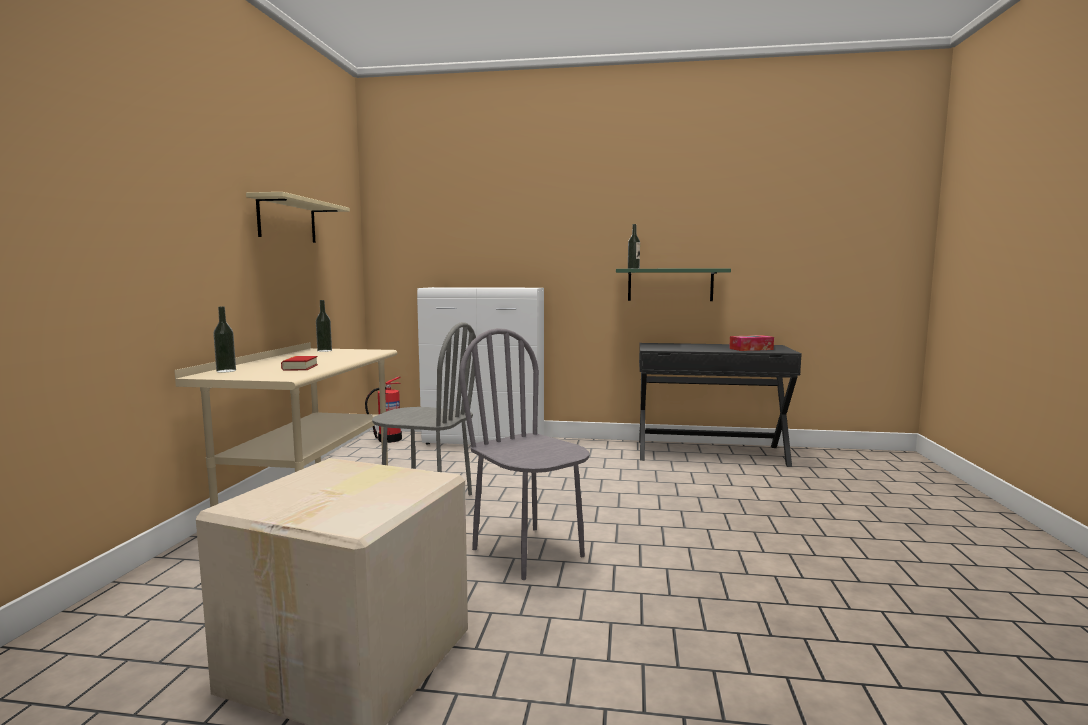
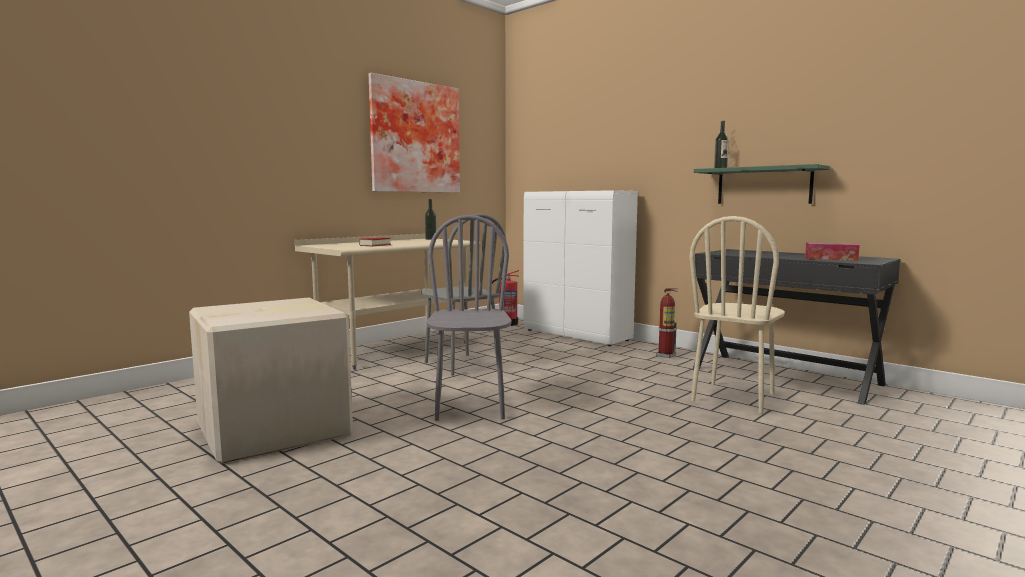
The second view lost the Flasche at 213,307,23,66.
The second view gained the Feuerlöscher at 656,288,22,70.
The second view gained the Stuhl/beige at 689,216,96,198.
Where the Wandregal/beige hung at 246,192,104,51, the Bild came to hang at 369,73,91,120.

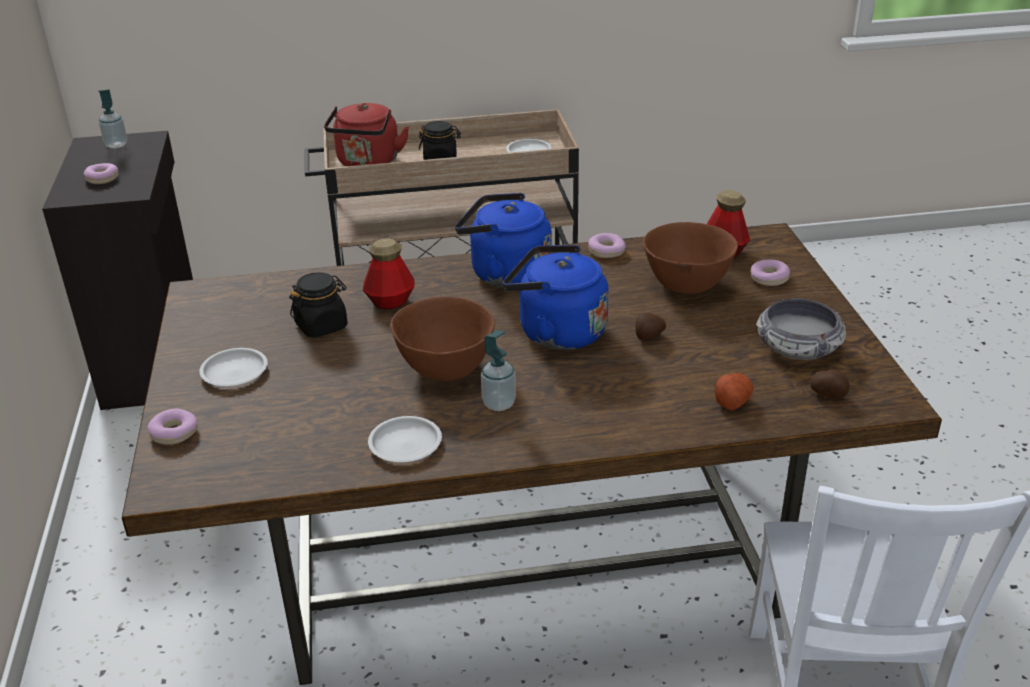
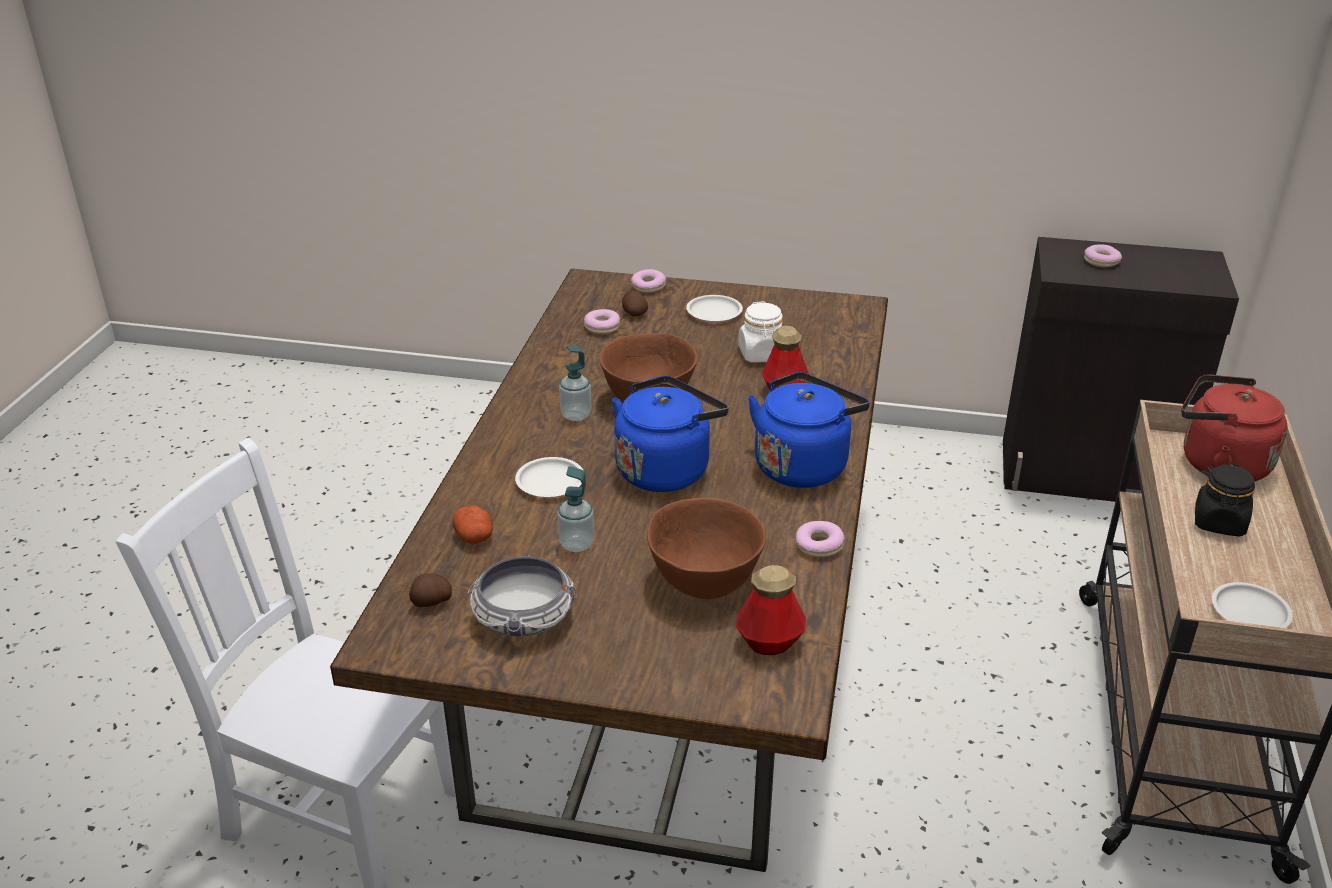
The Seifenspender ended up elsewhere, having gone from 98,89,29,59 to 557,466,37,86.
The Teller/weiß ended up elsewhere, having gone from 368,416,74,46 to 515,457,69,40.
The Kartoffel ended up elsewhere, having gone from 635,313,31,28 to 622,290,26,26.
The Donut ended up elsewhere, having gone from 751,259,39,27 to 584,309,36,25.
What was the Vorratsglas/schwarz at 289,272,59,66 turned into the Vorratsglas/weiß at 738,301,45,61.

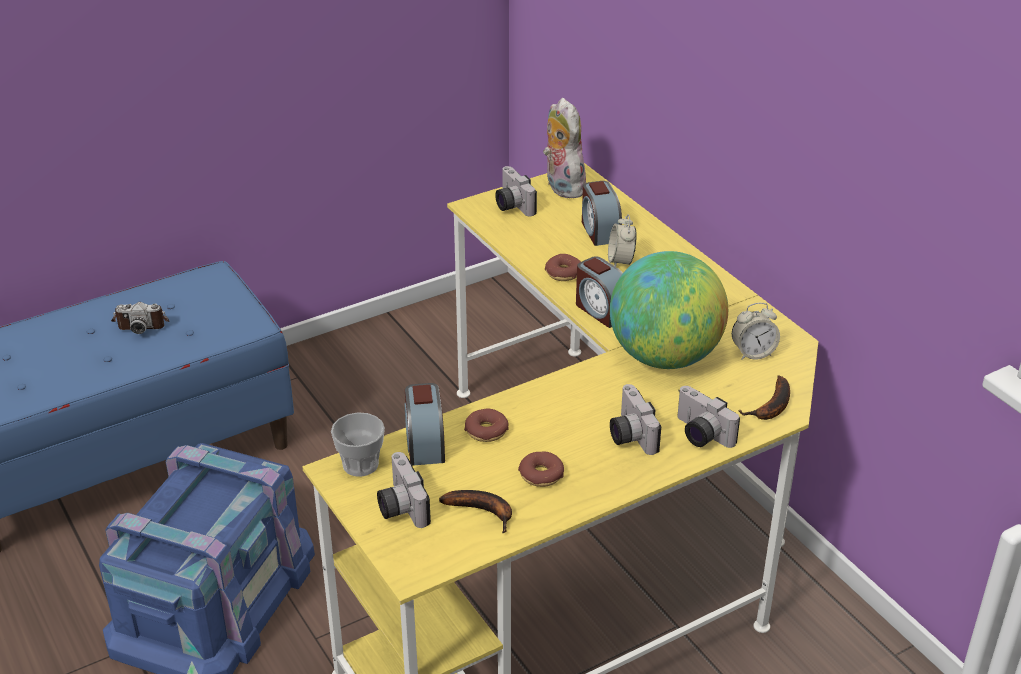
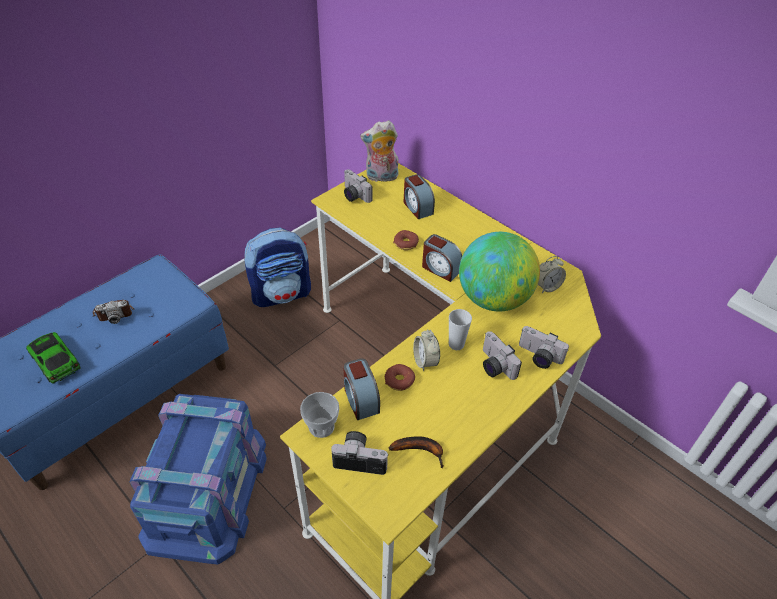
The second view lost the Donut at 518,452,46,35.
The second view lost the Banane at 738,375,52,45.
The second view gained the Spielzeugauto at 26,332,54,52.
The second view gained the Rucksack at 244,228,67,79.
The second view gained the Tasse at 449,309,23,41.
The Wecker ended up elsewhere, having gone from 608,214,29,53 to 413,329,27,42.
The Kamera at 377,452,54,76 ended up facing another way, 135 degrees clockwise from before.
The Plüschtier at 543,98,43,100 ended up facing another way, 60 degrees counterclockwise from before.

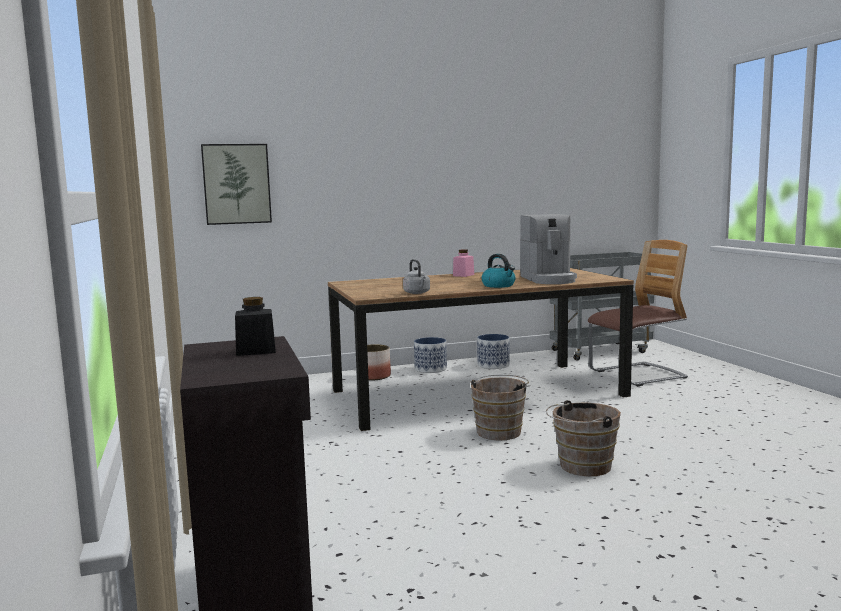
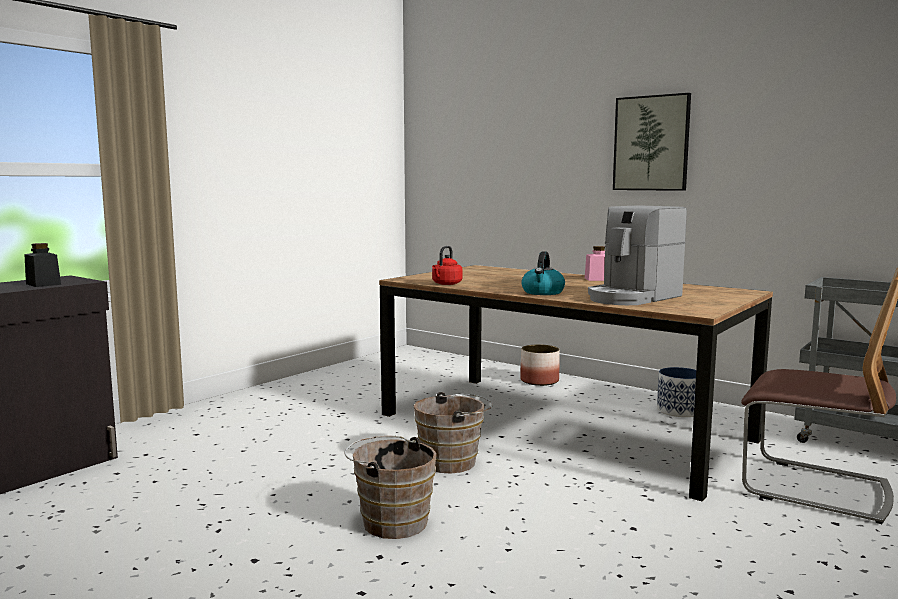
The second view lost the Pflanzkübel at 414,337,33,36.
The Bild ended up elsewhere, having gone from 201,144,71,81 to 613,93,78,98.
What was the Wasserkessel/grau at 403,259,27,35 turned into the Wasserkessel/rot at 432,246,31,39.

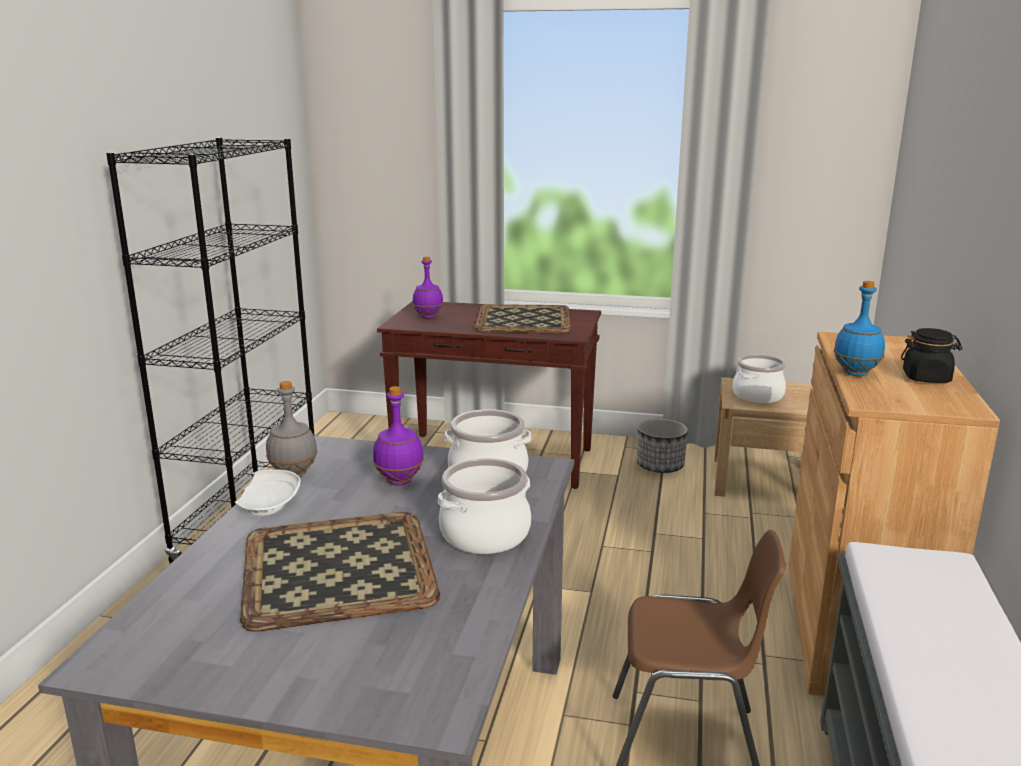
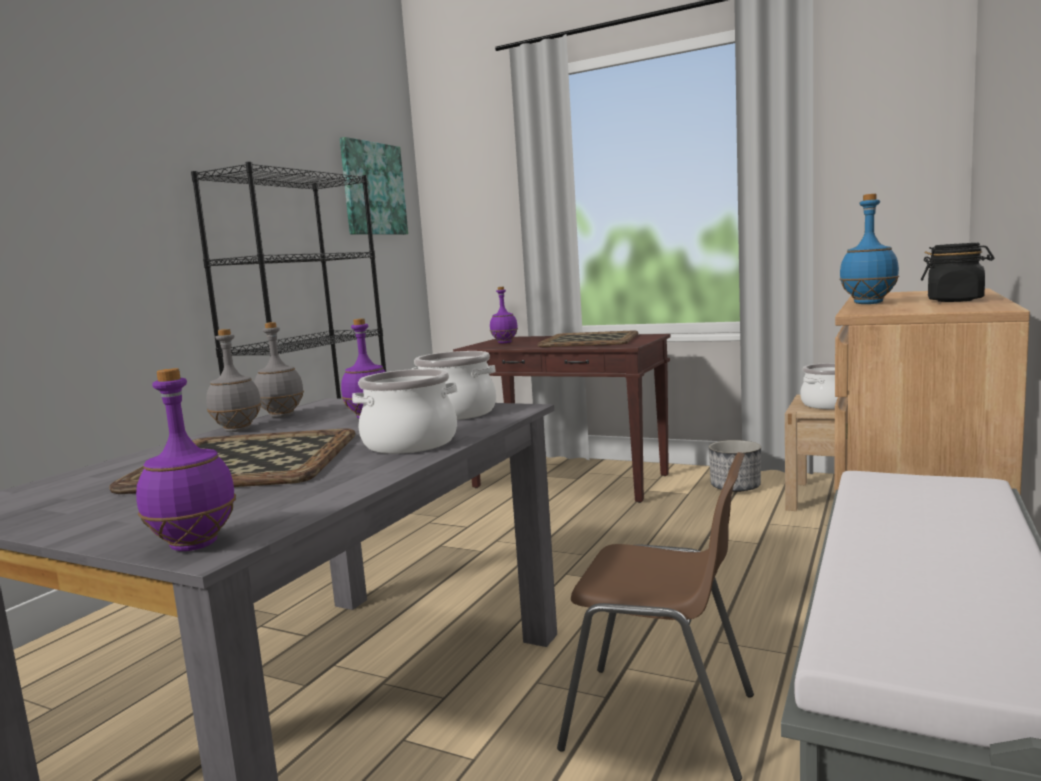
The second view gained the Flasche/lila at 136,368,100,183.
The second view gained the Bild at 340,137,68,98.
Where the Teller/weiß stood at 235,470,65,45, the Flasche/grau came to stand at 206,329,56,103.

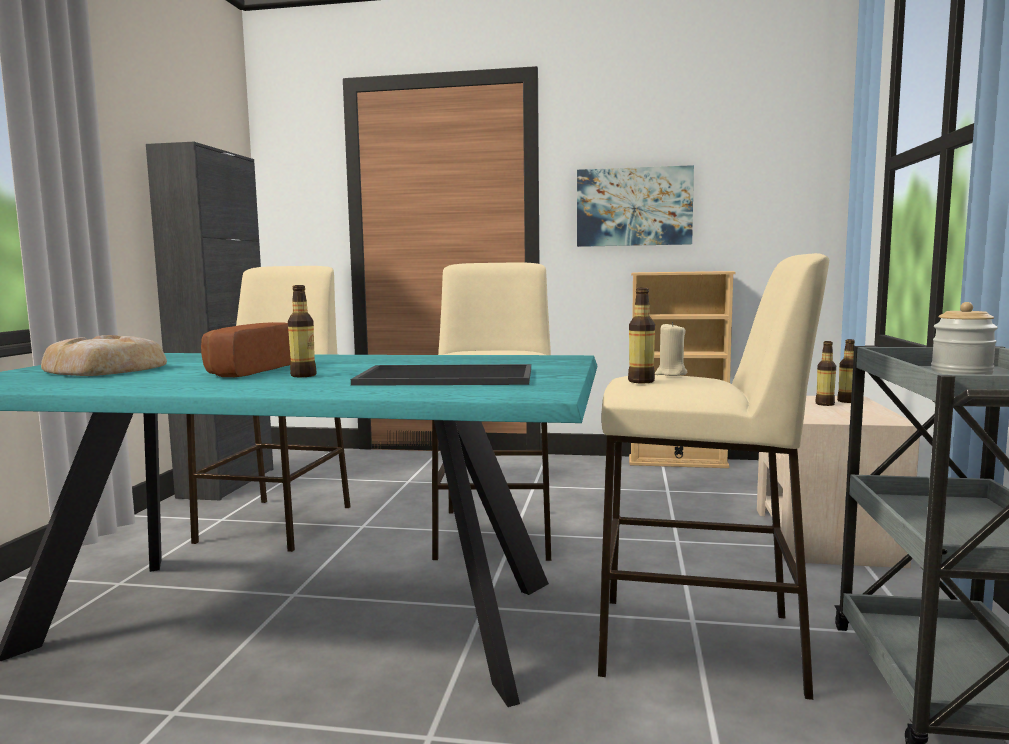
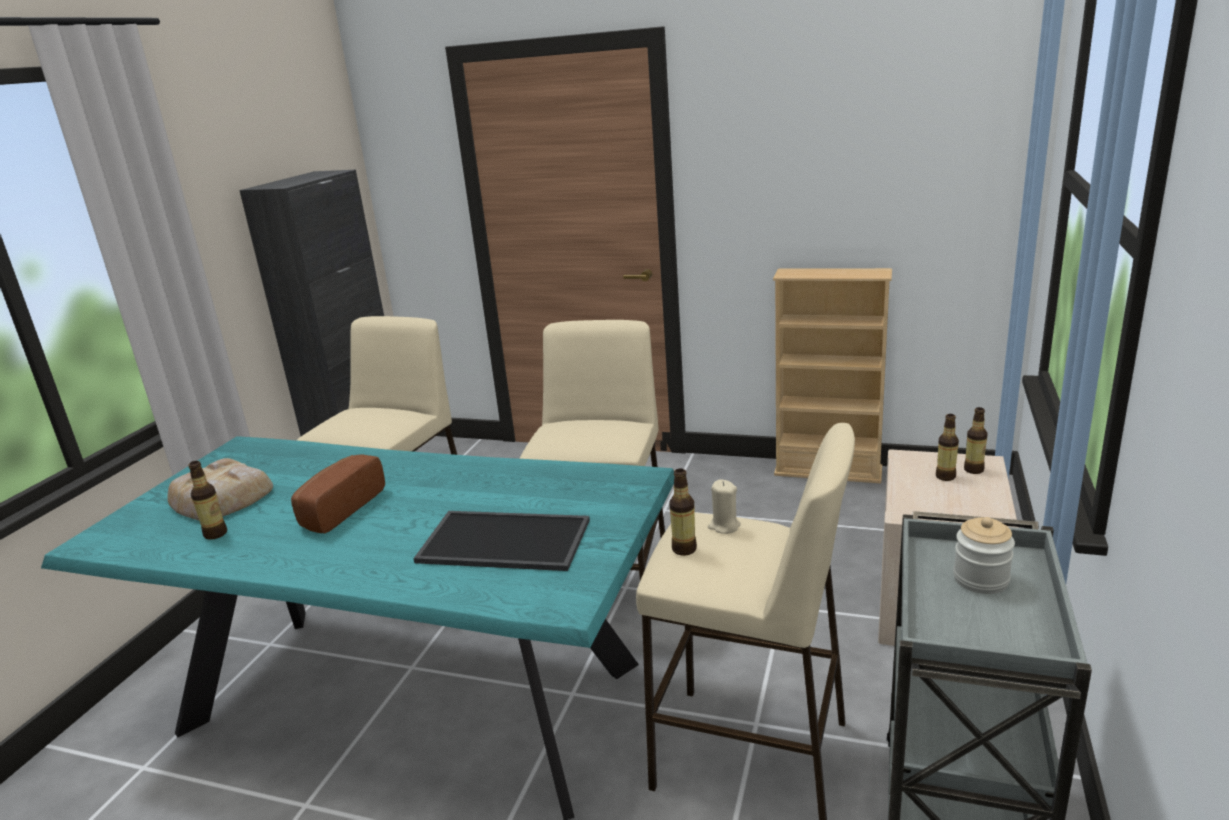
The second view lost the Bild at 577,165,117,82.
The Flasche ended up elsewhere, having gone from 288,285,28,92 to 188,461,39,79.

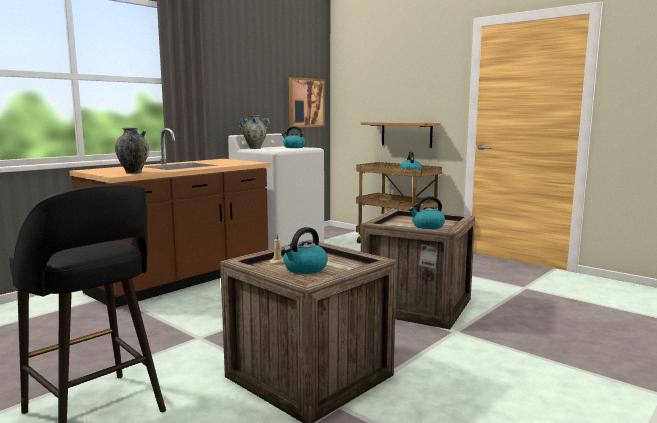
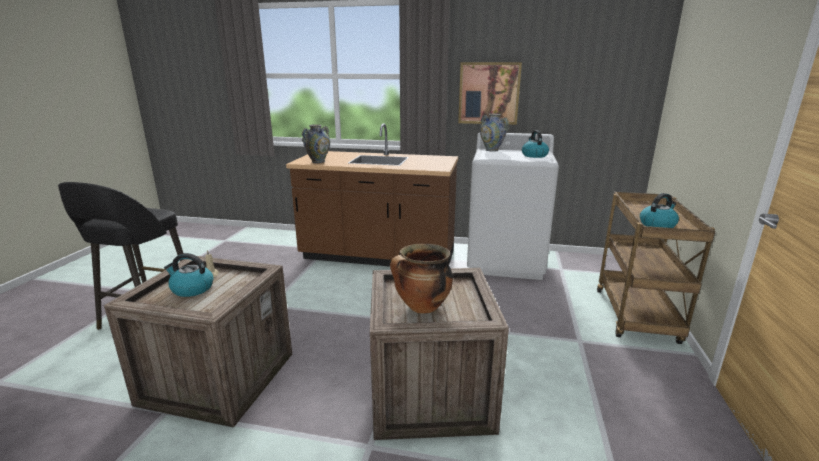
The second view lost the Wandregal at 361,122,80,26.
The Bild ended up elsewhere, having gone from 289,77,36,50 to 458,62,64,63.
Where the Wasserkessel stood at 409,196,36,33, the Kochtopf came to stand at 390,244,63,69.

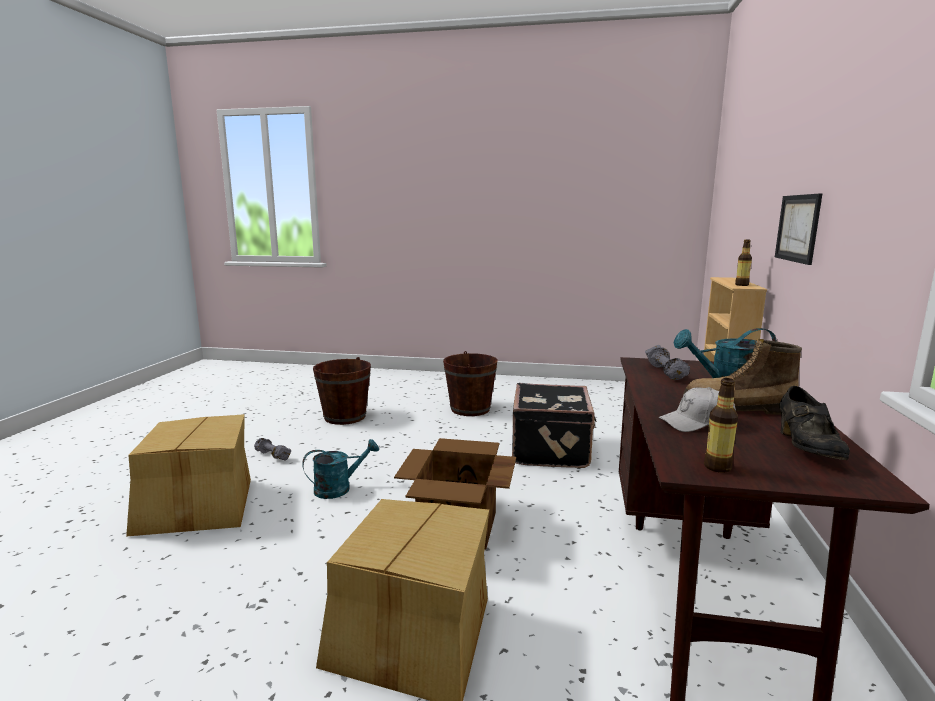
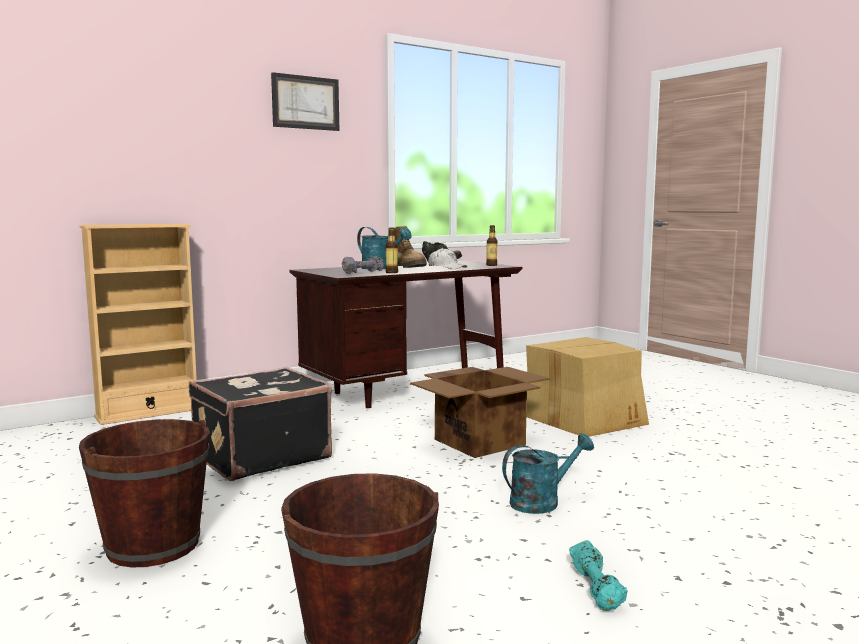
The second view lost the Karton at 126,414,125,123.
The Flasche ended up elsewhere, having gone from 735,240,17,46 to 386,228,12,45.
The Bild ended up elsewhere, having gone from 775,194,47,71 to 271,72,69,59.
What was the Hantel/grau at 254,438,37,23 turned into the Hantel/türkis at 569,540,59,71.
The Gießkanne/türkis at 302,439,77,60 ended up facing another way, 135 degrees clockwise from before.

